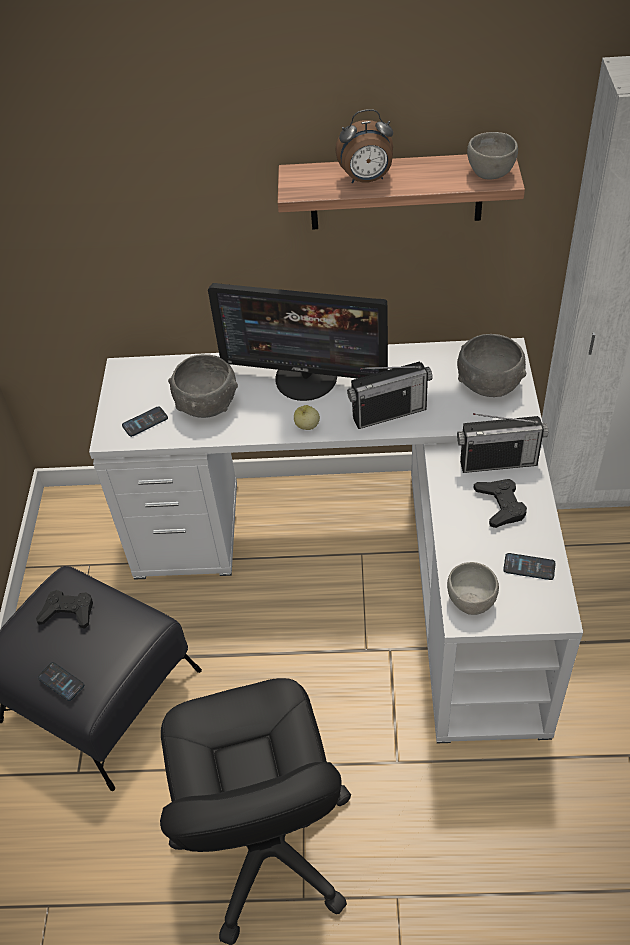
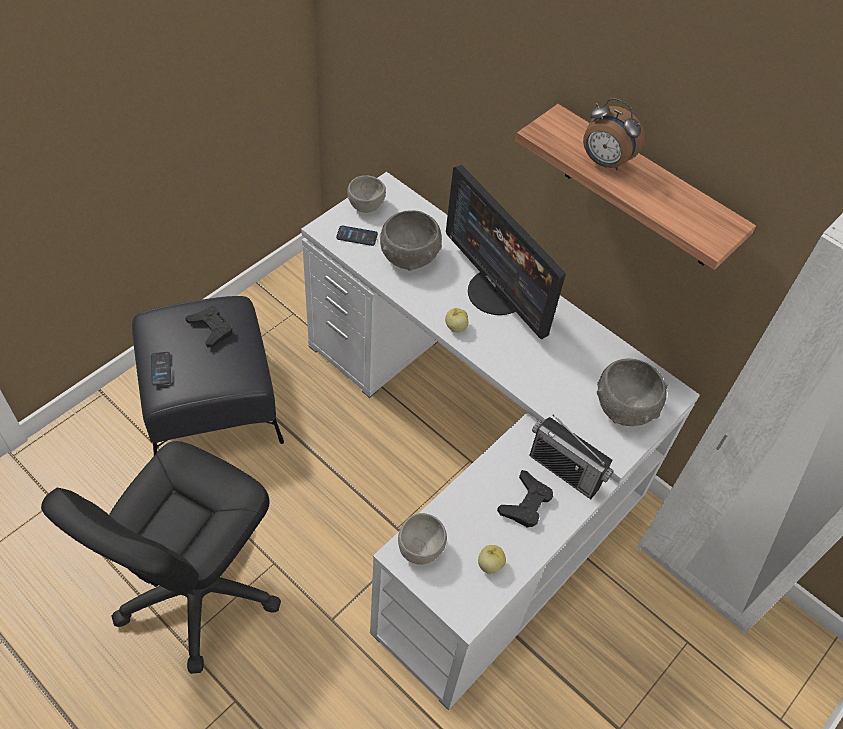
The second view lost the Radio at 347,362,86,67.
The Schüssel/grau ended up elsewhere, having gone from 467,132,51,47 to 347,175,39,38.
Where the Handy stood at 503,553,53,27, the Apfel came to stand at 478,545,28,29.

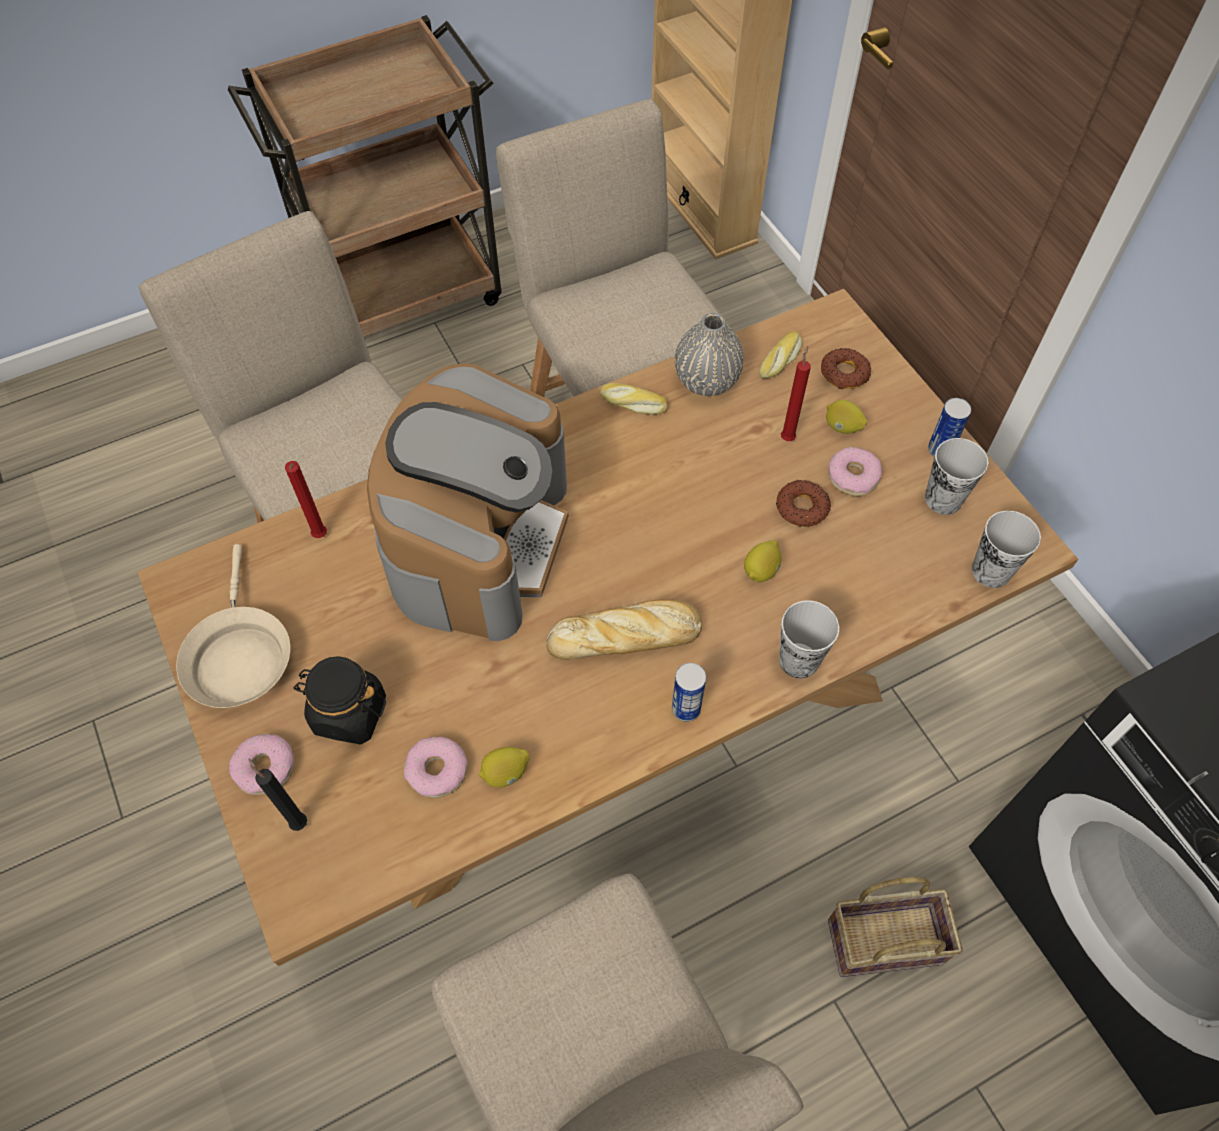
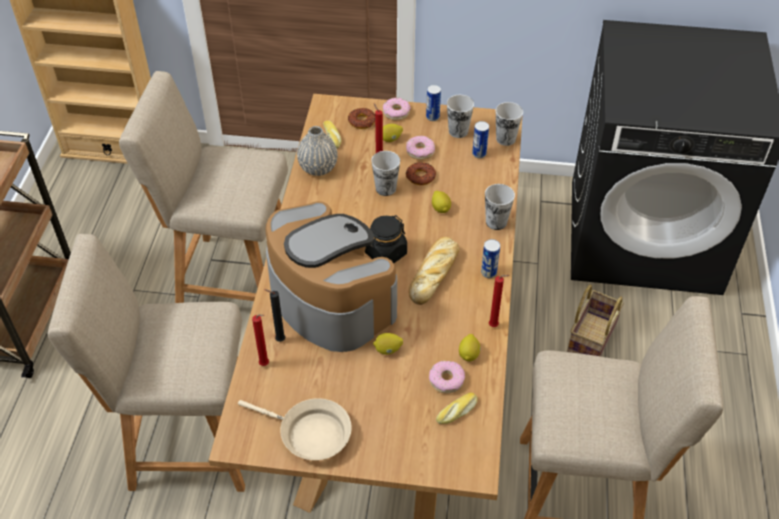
The second view gained the Tasse at 371,151,29,45.
The second view gained the Zitrone at 373,333,30,22.
The second view gained the Dose at 472,121,17,37.
The second view gained the Kerze/rot at 489,275,20,52.
The Donut ended up elsewhere, having gone from 229,734,65,61 to 383,97,28,24.
The Kerze/schwarz ended up elsewhere, having gone from 248,759,59,72 to 264,289,21,53.
The Vorratsglas/schwarz ended up elsewhere, having gone from 294,656,92,89 to 365,215,42,48.
The Brot ended up elsewhere, having gone from 600,383,67,32 to 436,392,42,32.

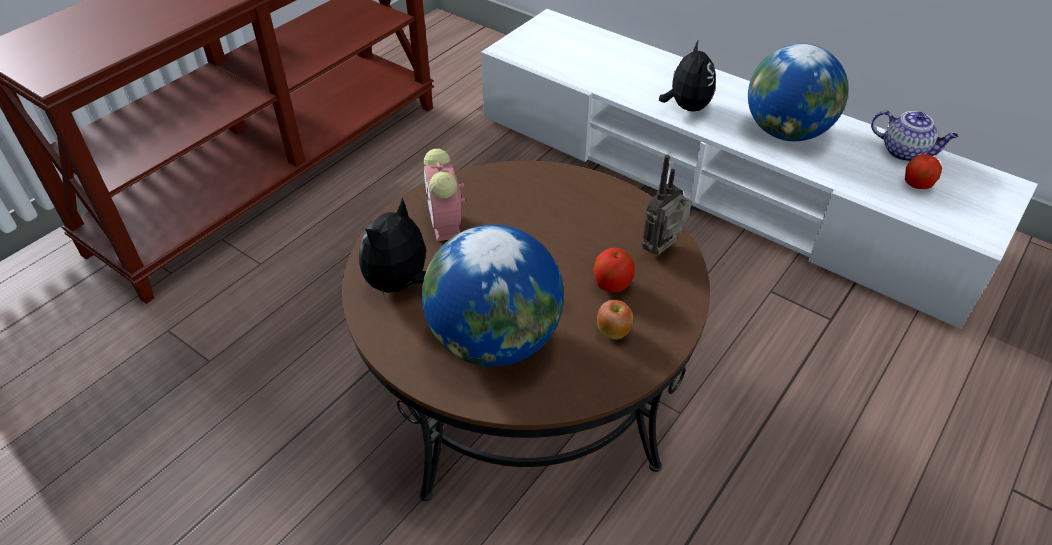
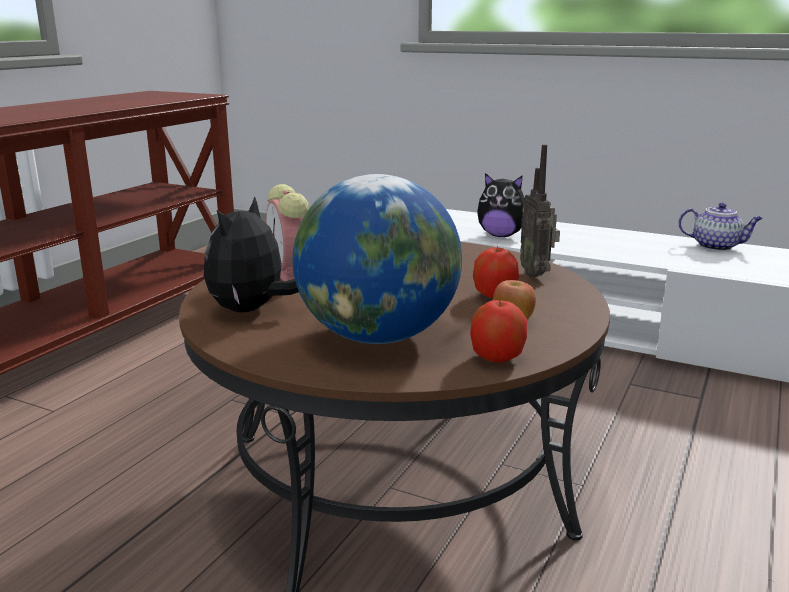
The second view lost the Globus at 748,44,100,97.
The Apfel ended up elsewhere, having gone from 905,154,37,35 to 470,299,57,63.
The Radio at 642,155,50,100 ended up facing another way, 45 degrees counterclockwise from before.
The Plüschtier at 659,39,57,72 ended up facing another way, 120 degrees clockwise from before.

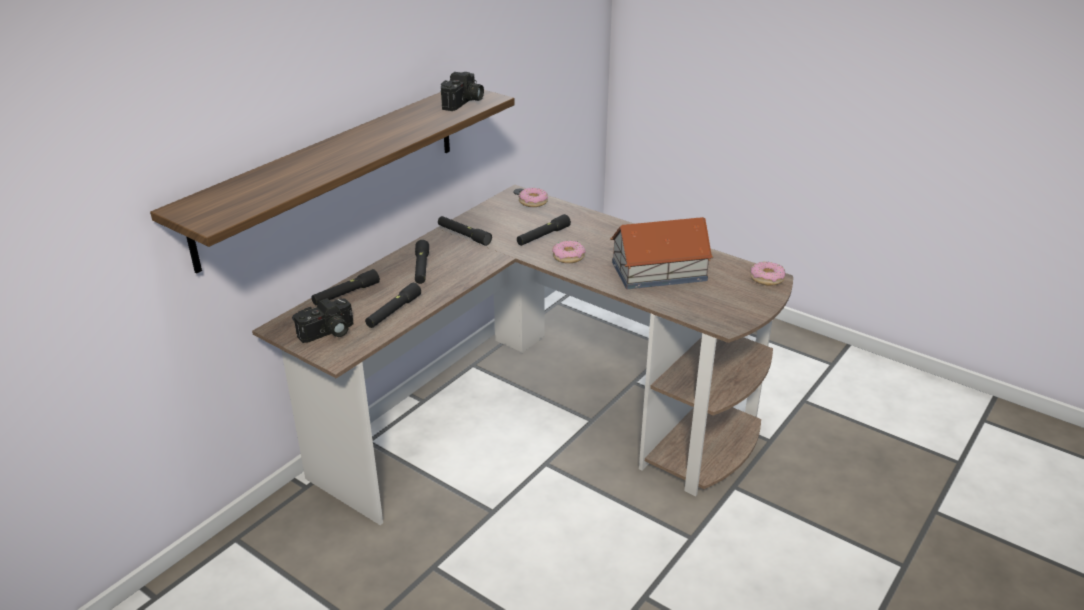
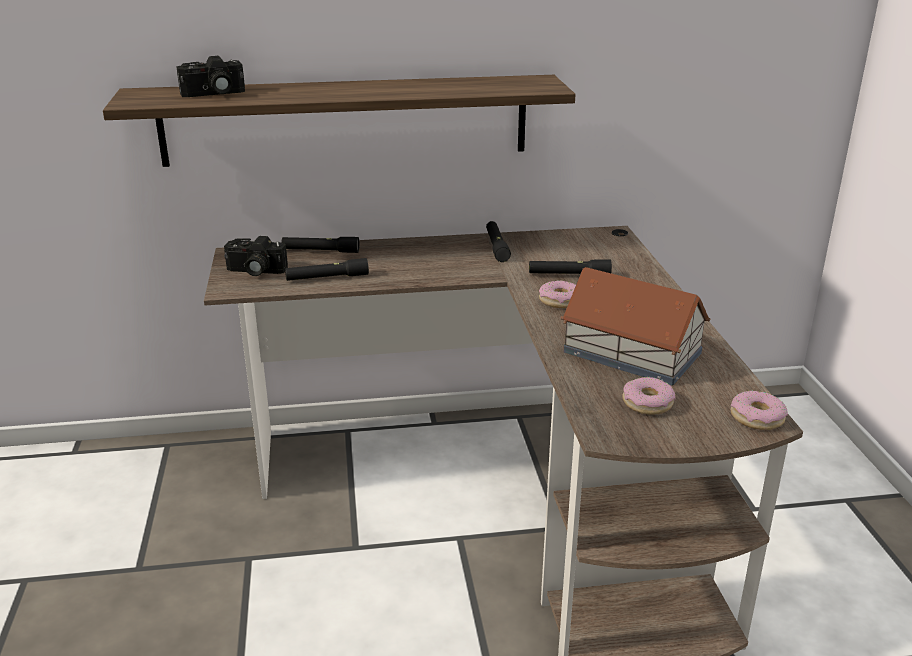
The second view lost the Taschenlampe/schwarz at 415,240,14,44.
The Kamera ended up elsewhere, having gone from 441,72,43,39 to 176,56,69,41.
The Donut ended up elsewhere, having gone from 519,188,29,19 to 622,377,53,38.

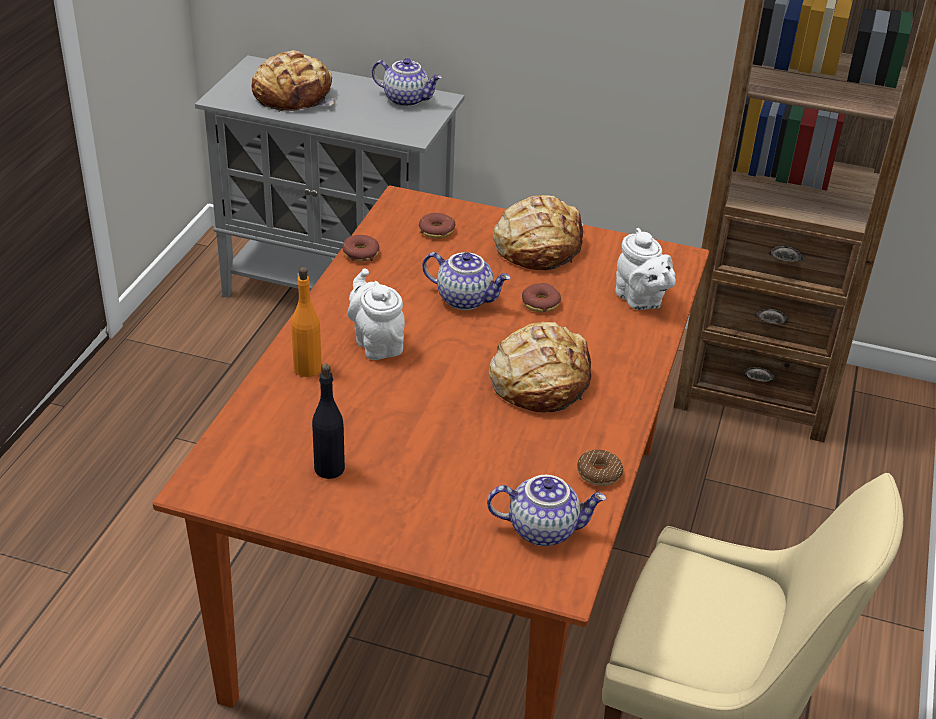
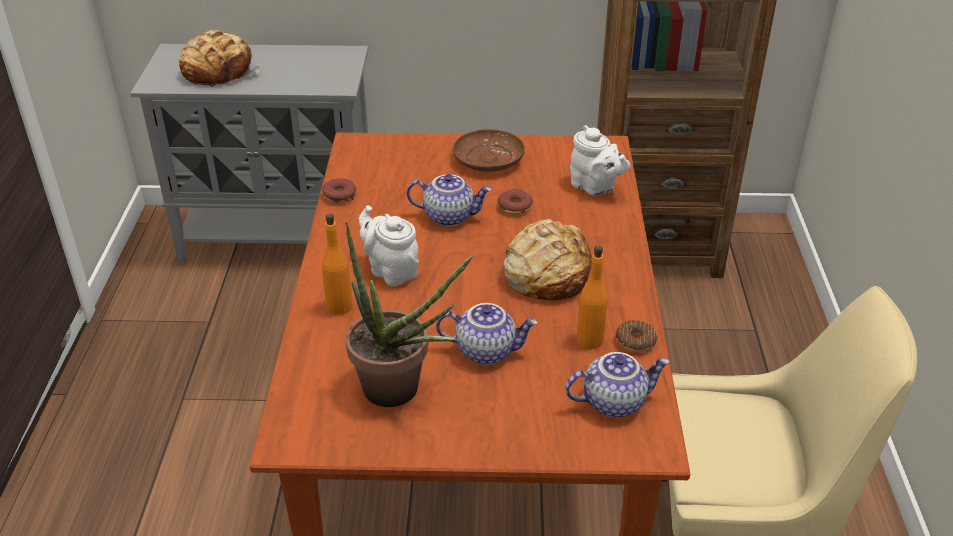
The second view lost the Donut at 419,213,36,25.
The second view gained the Flasche/orange at 577,245,31,104.
The Teekanne ended up elsewhere, having gone from 372,58,70,49 to 436,303,102,62.
Where the Flasche/schwarz stood at 312,364,33,115, the Topfpflanze came to stand at 345,221,128,186.
Where the Brot stood at 493,195,90,75, the Teller/braun came to stand at 453,129,72,43.

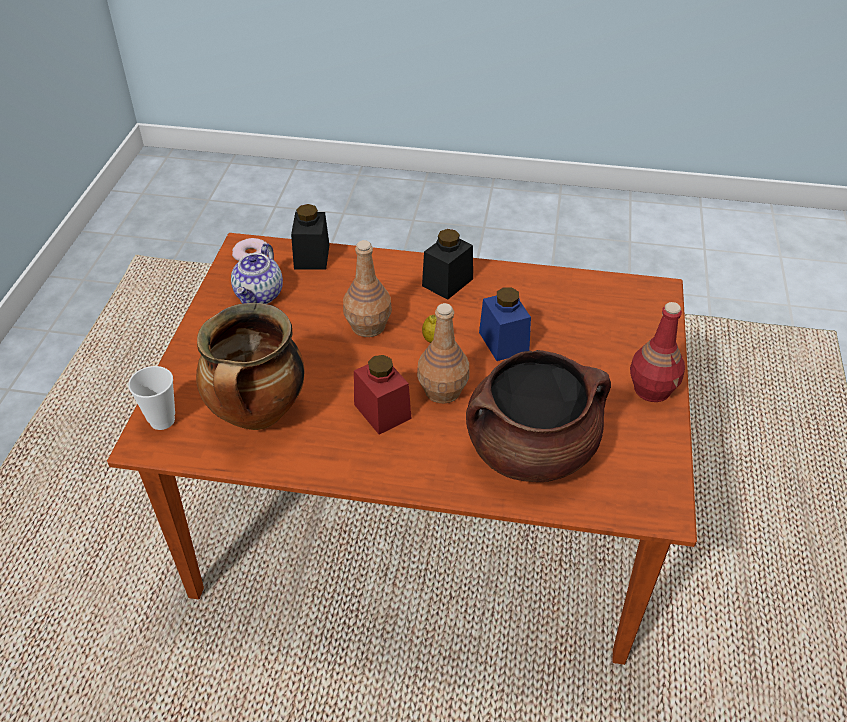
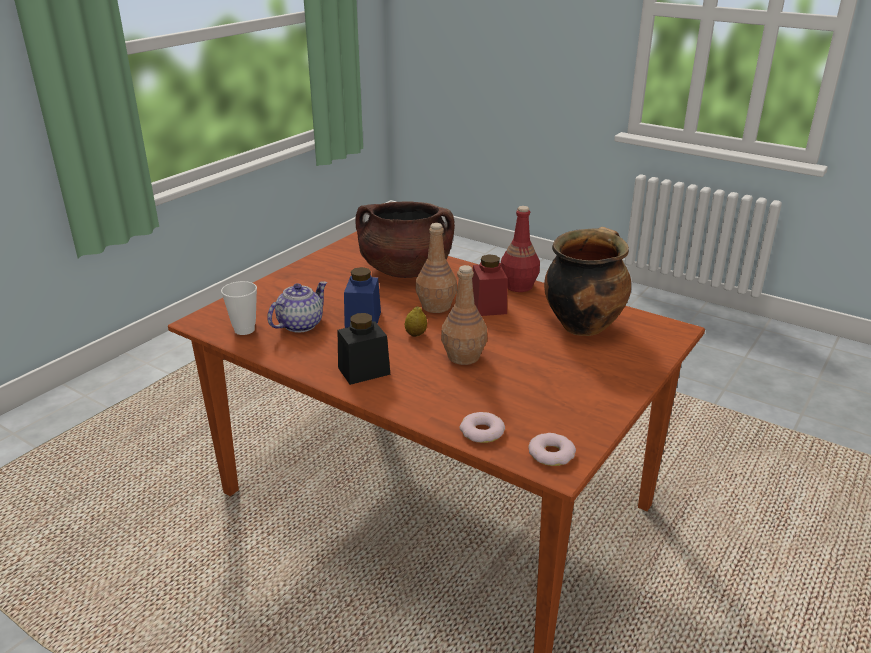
The Tasse ended up elsewhere, having gone from 128,366,47,64 to 221,281,36,54.
The Teekanne ended up elsewhere, having gone from 231,243,52,61 to 267,281,60,52.
The Flasche/rot ended up elsewhere, having gone from 630,302,55,100 to 501,206,39,86.
Where the Vorratsglas/schwarz stood at 291,204,38,66, the Donut came to stand at 459,412,46,31.

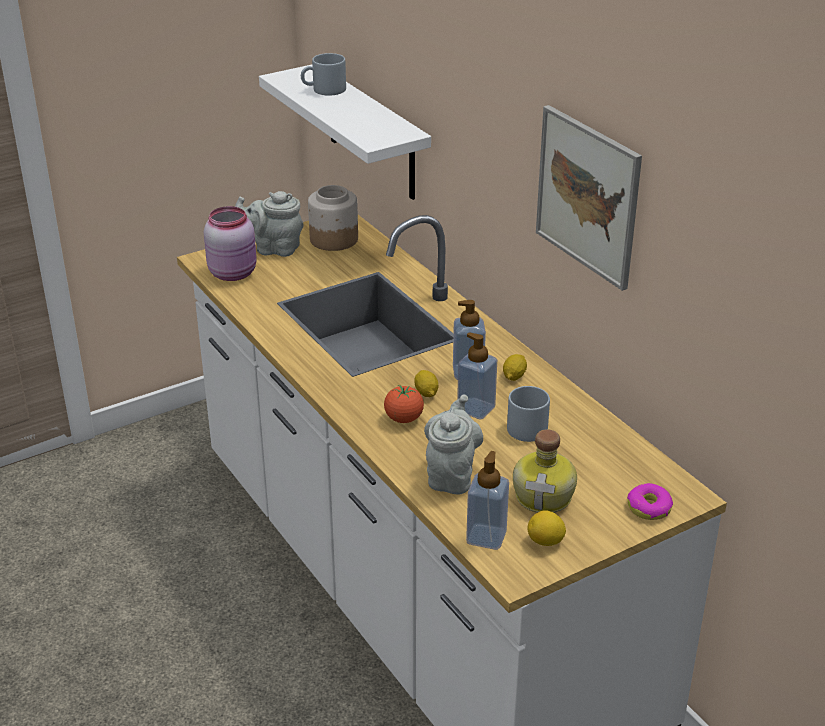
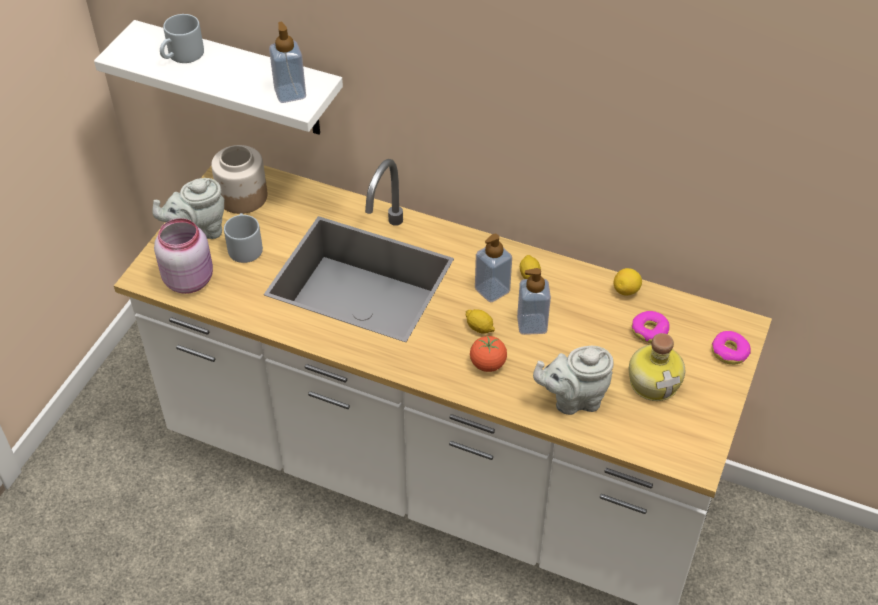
The second view lost the Bild at 536,105,106,186.
The second view gained the Donut at 632,311,38,32.
The Seifenspender ended up elsewhere, having gone from 466,451,43,99 to 269,22,37,81.
The Henkelbecher/grau ended up elsewhere, having gone from 507,386,43,56 to 224,213,39,50.
The Zitrone ended up elsewhere, having gone from 527,510,39,36 to 614,268,28,27.
The Teekanne/grau at 424,395,59,100 ended up facing another way, 75 degrees counterclockwise from before.

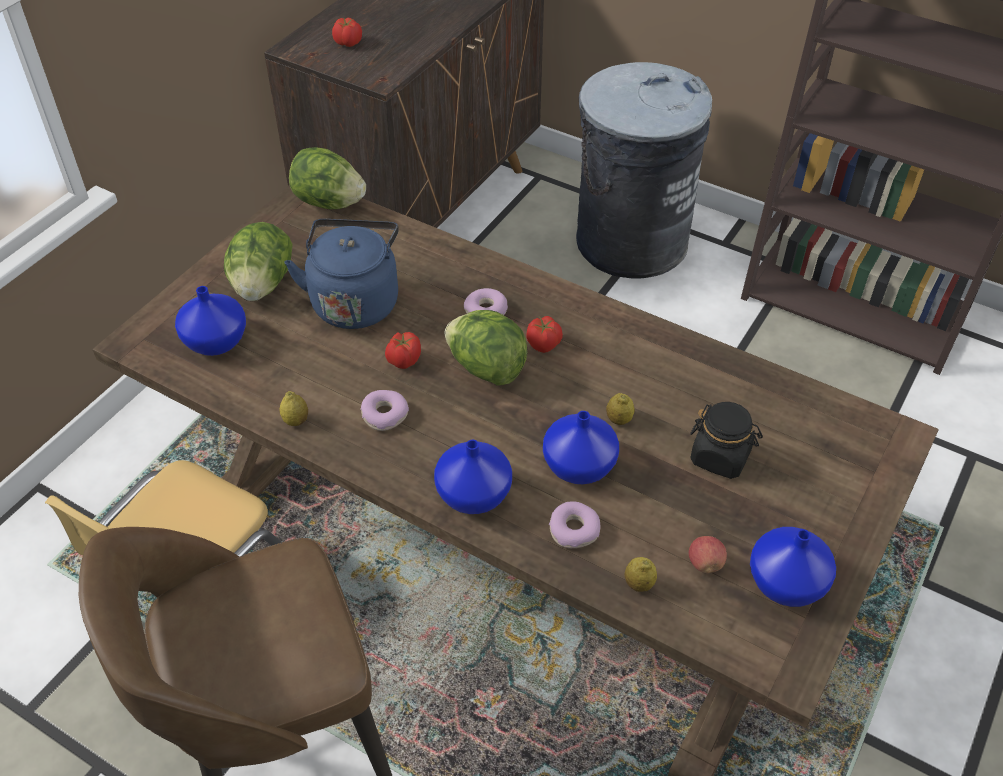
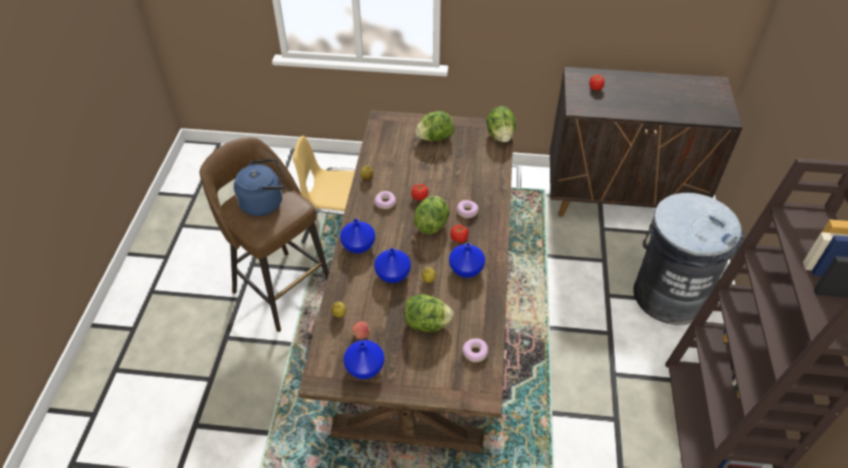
The Vase/blau ended up elsewhere, having gone from 175,286,71,70 to 449,243,36,35.
The Wasserkessel/blau ended up elsewhere, having gone from 285,219,114,110 to 234,159,51,57.
The Donut ended up elsewhere, having gone from 549,501,51,47 to 462,338,26,24.
Where the Vorratsglas/schwarz stood at 690,402,73,77, the Salatkopf came to stand at 404,294,50,38.

